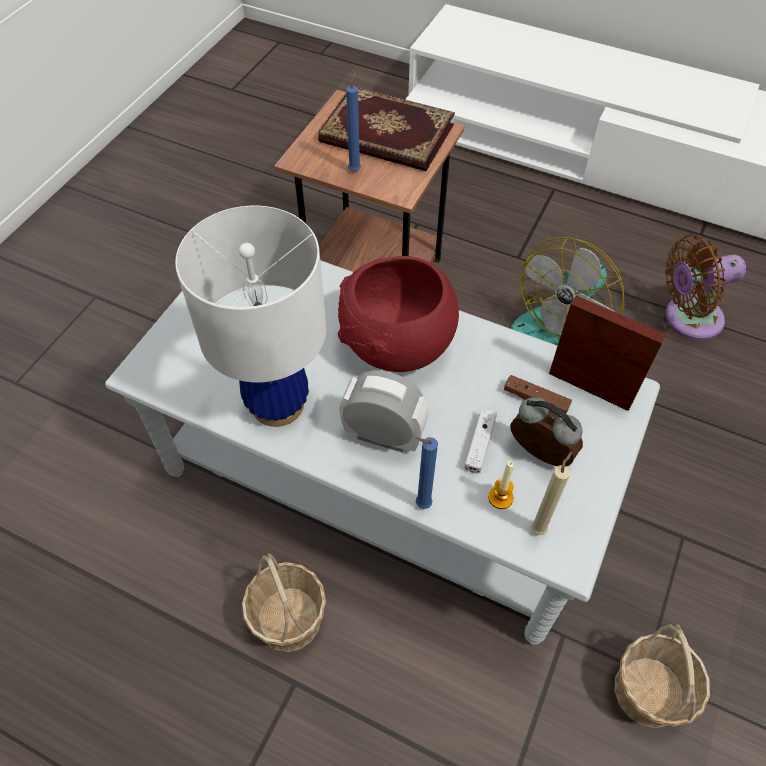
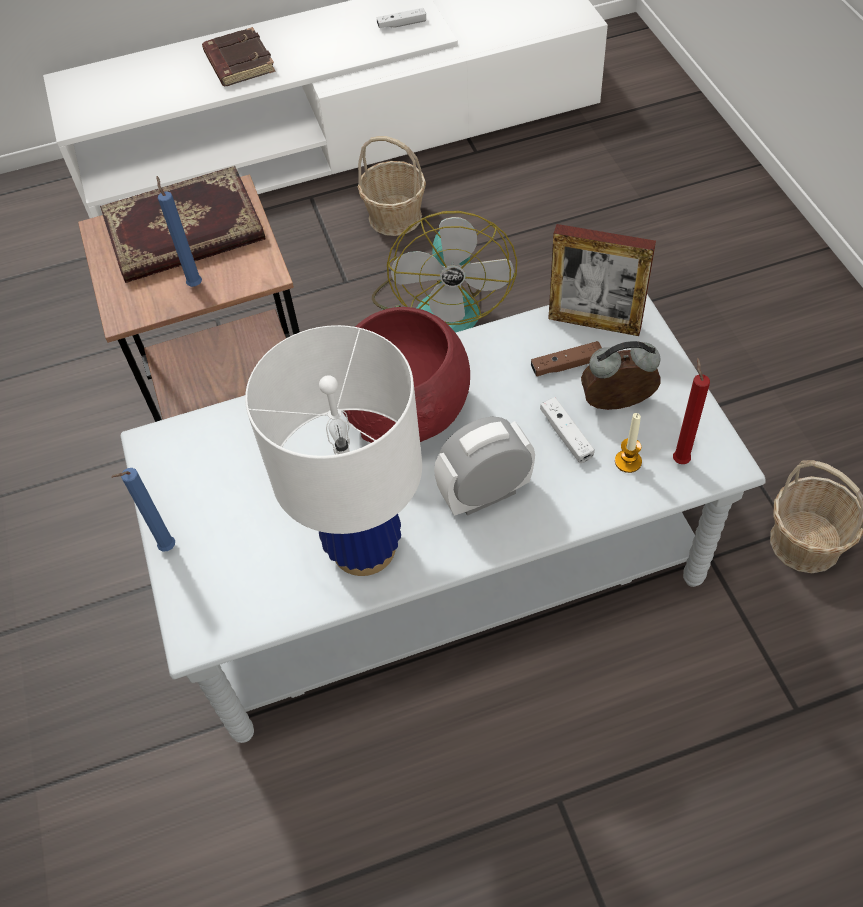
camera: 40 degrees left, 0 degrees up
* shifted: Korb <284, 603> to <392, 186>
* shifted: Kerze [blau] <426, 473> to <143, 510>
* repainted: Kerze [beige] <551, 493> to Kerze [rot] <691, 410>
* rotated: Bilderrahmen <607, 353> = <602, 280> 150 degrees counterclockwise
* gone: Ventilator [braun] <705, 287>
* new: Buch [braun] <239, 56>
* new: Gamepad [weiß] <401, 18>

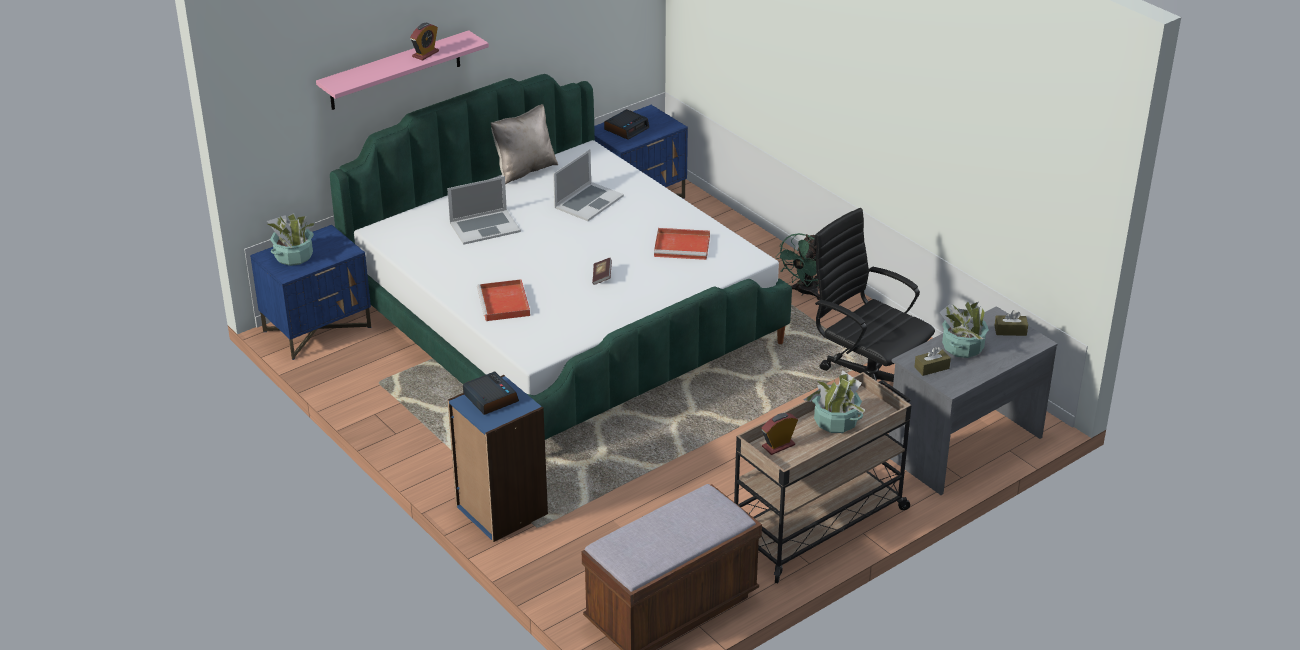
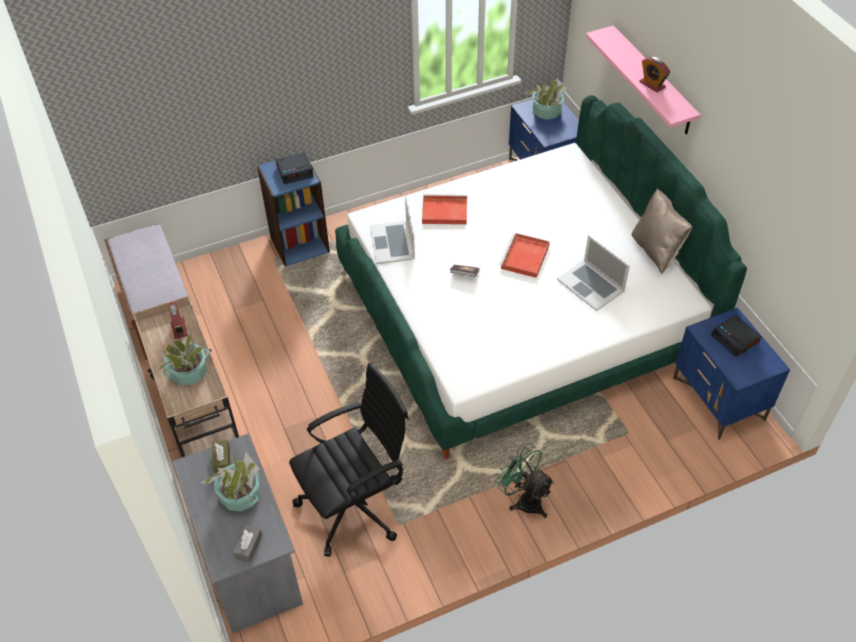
camera: 105 degrees right, 15 degrees up
* shifted: Laptop <484, 210> to <392, 230>
* shifted: Tablett [rot] <682, 244> to <525, 255>
* repainted: Taschentuchbox [braun] <1011, 323> to Taschentuchbox [grau] <247, 544>

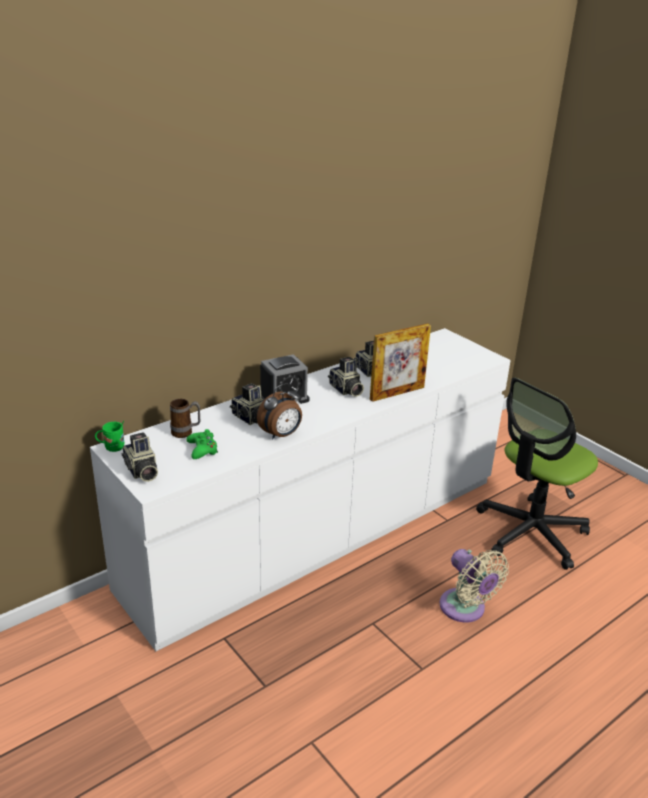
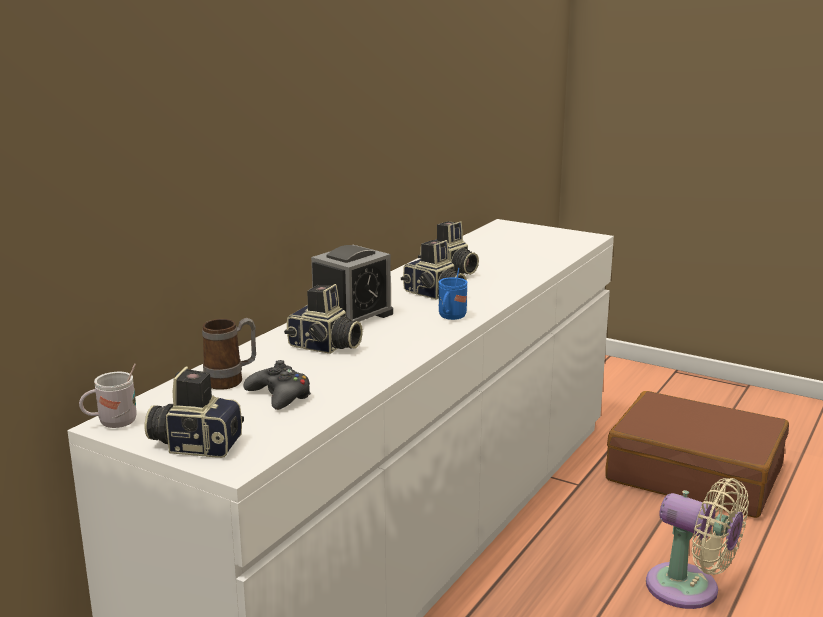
camera: 20 degrees left, 10 degrees down
* repainted: Henkelbecher [grün] <109, 436> to Henkelbecher [weiß] <108, 396>
* rotated: Kamera <140, 457> = <194, 412> 150 degrees clockwise
* repainted: Gamepad [grün] <202, 444> to Gamepad [schwarz] <277, 385>
* gone: Wecker <279, 411>
* gone: Bilderrahmen <400, 362>
* swapped: Bürostuhl <537, 473> to Koffer [braun] <697, 454>
* new: Henkelbecher [blau] <453, 294>

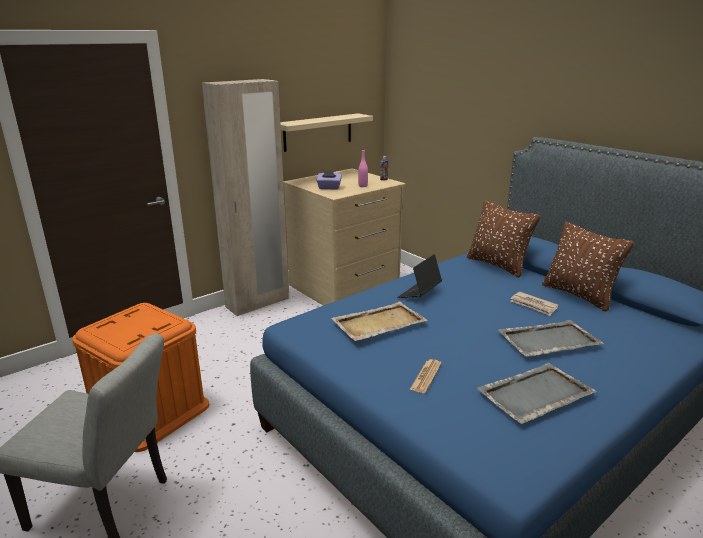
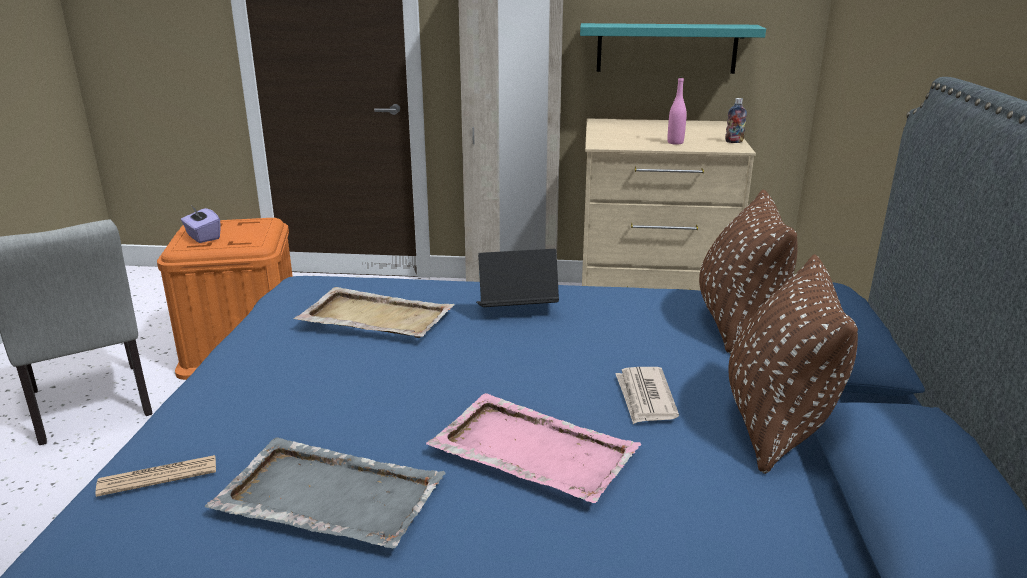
camera: 45 degrees right, 0 degrees up
* repainted: Wandregal [beige] <326, 132> to Wandregal [türkis] <673, 48>
* shifted: Taschentuchbox [lila] <329, 180> to <200, 224>
* shifted: Zeitung <426, 376> to <156, 476>
* repainted: Tablett [grau] <550, 338> to Tablett [rosa] <533, 448>

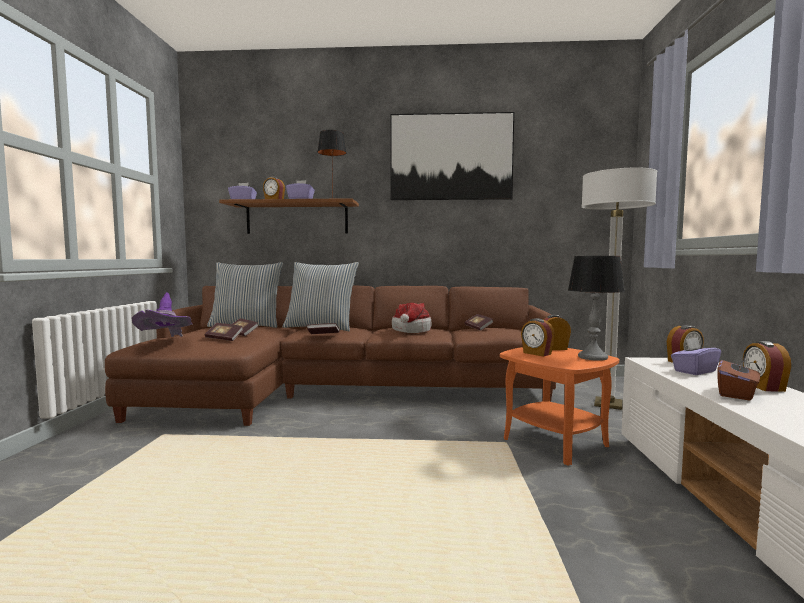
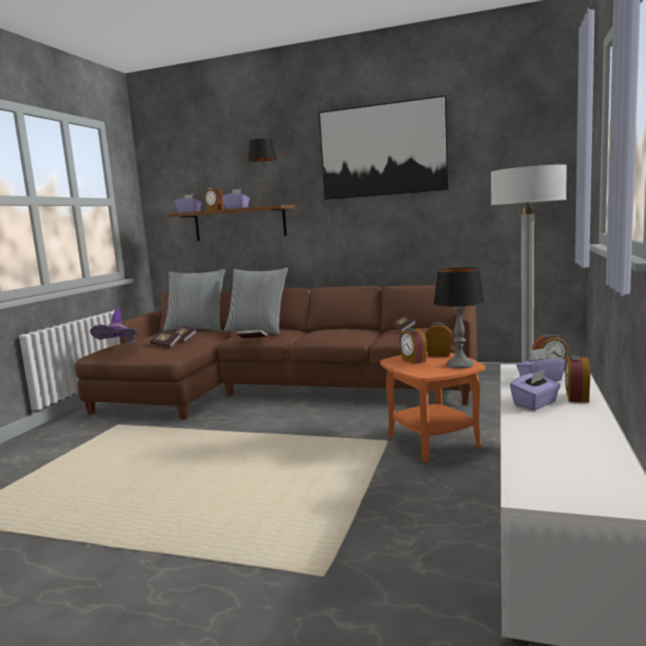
camera: 15 degrees right, 5 degrees up
* gone: Hut <412, 318>
* repainted: Taschentuchbox [braun] <738, 378> to Taschentuchbox [lila] <535, 389>

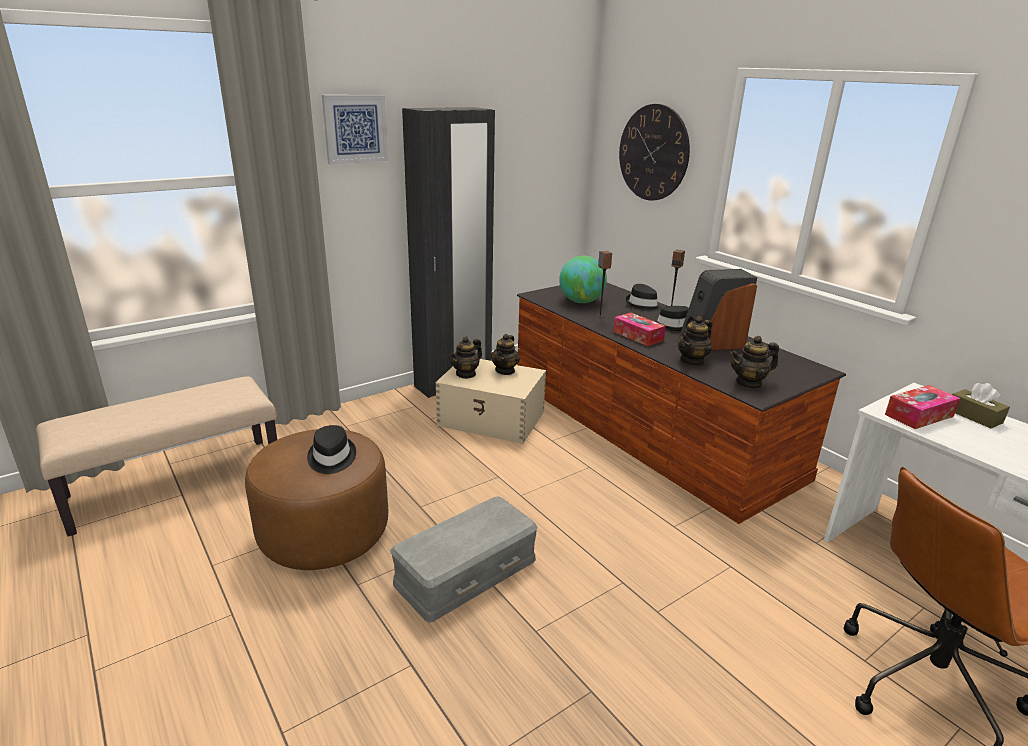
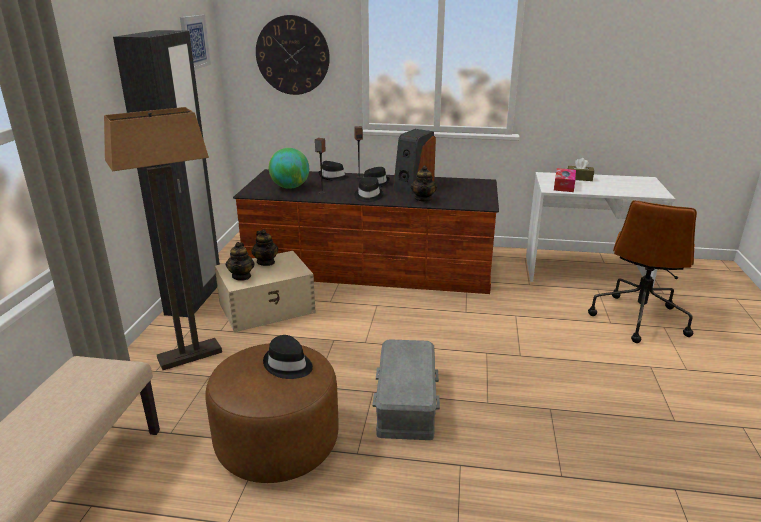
camera: 45 degrees left, 0 degrees up
* shifted: Bild <355, 129> to <195, 42>
* swapped: Taschentuchbox <639, 329> to Hut [schwarz] <368, 189>
* gone: Teekanne <754, 362>
* new: Stehlampe <163, 238>

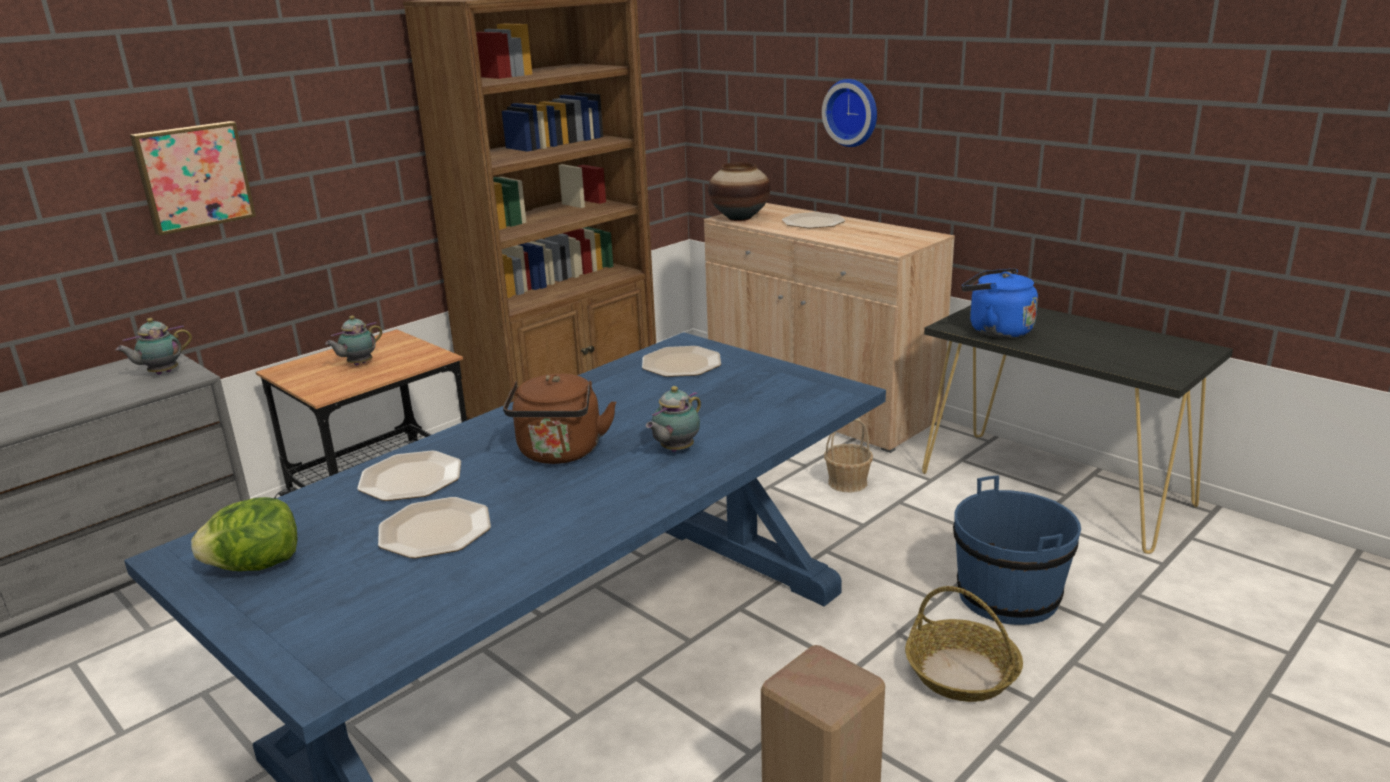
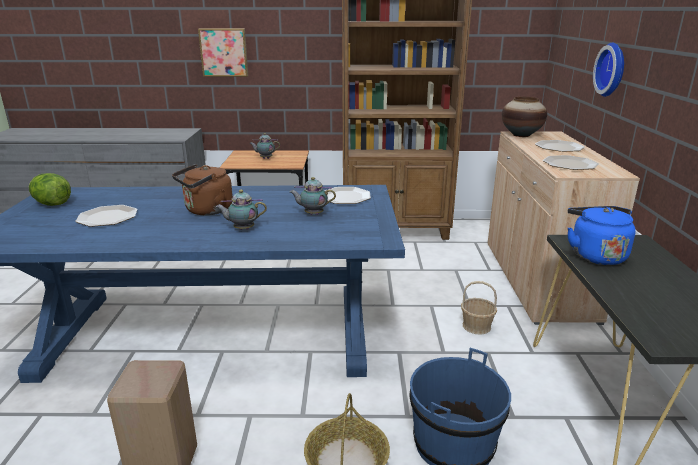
camera: 45 degrees right, 0 degrees up
* shifted: Teekanne <154, 346> to <313, 196>
* shifted: Teller <409, 476> to <571, 162>

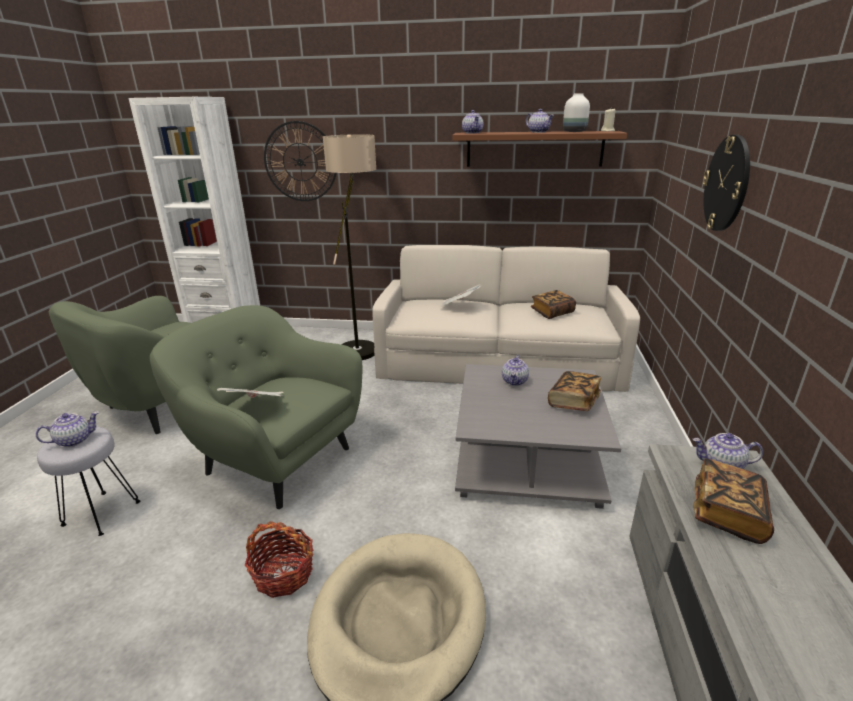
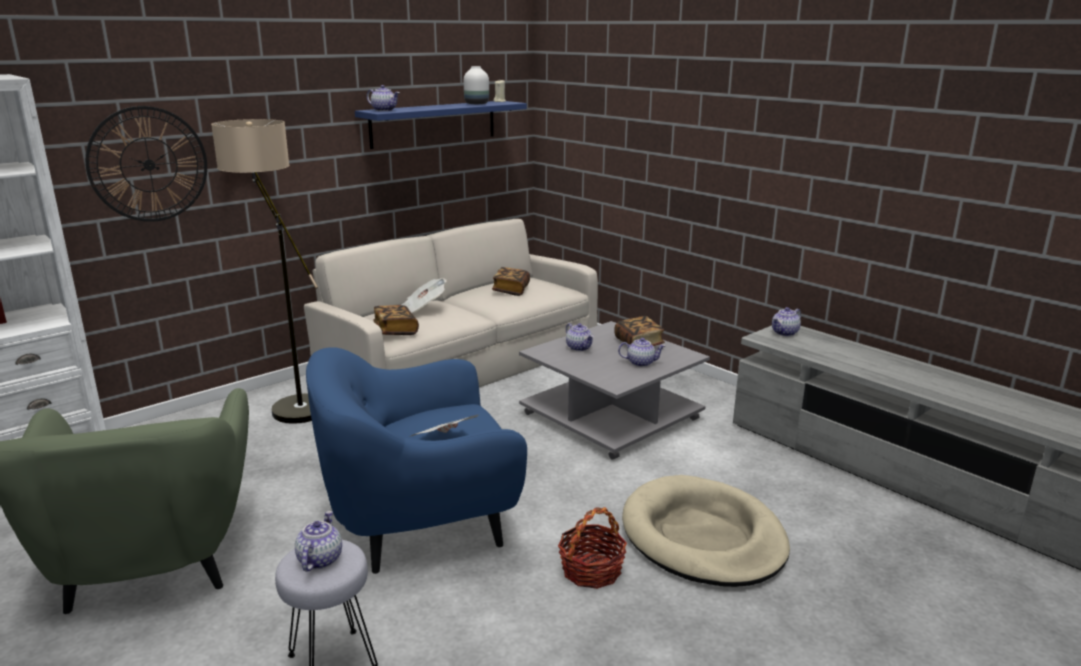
camera: 50 degrees left, 5 degrees down
* repainted: Sessel [grün] <256, 407> to Sessel [blau] <416, 460>
* repainted: Wandregal [braun] <539, 149> to Wandregal [blau] <441, 125>
* shifted: Teekanne <540, 121> to <642, 352>
* shifted: Buch <733, 501> to <396, 320>
* gone: Wanduhr <726, 183>

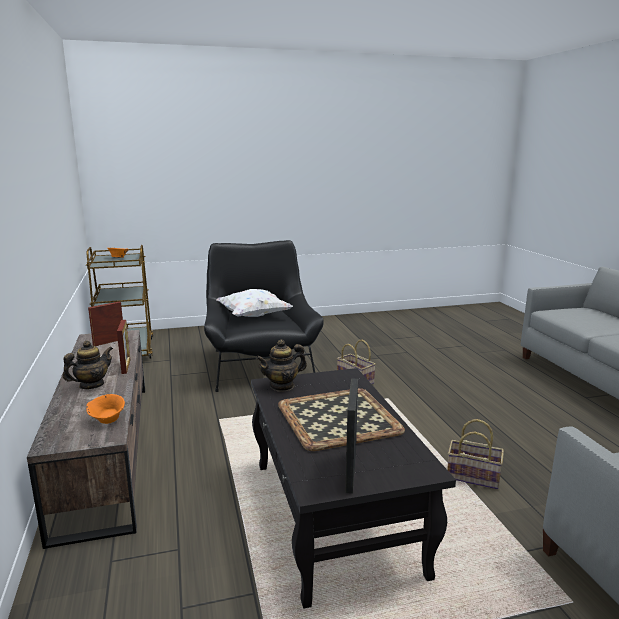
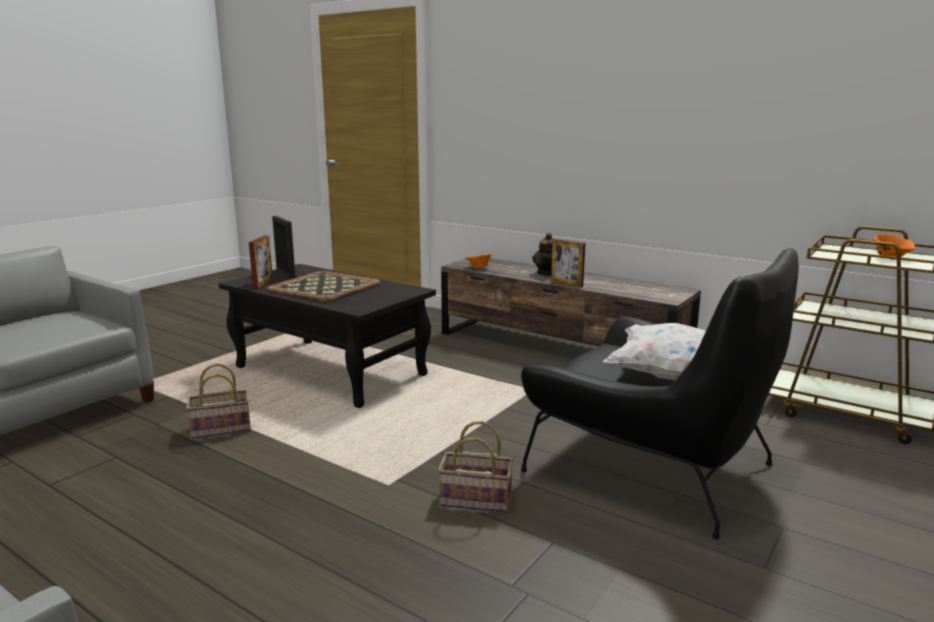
camera: 140 degrees right, 0 degrees up
* shifted: Bilderrahmen <105, 324> to <261, 262>
* gone: Teekanne <281, 365>

